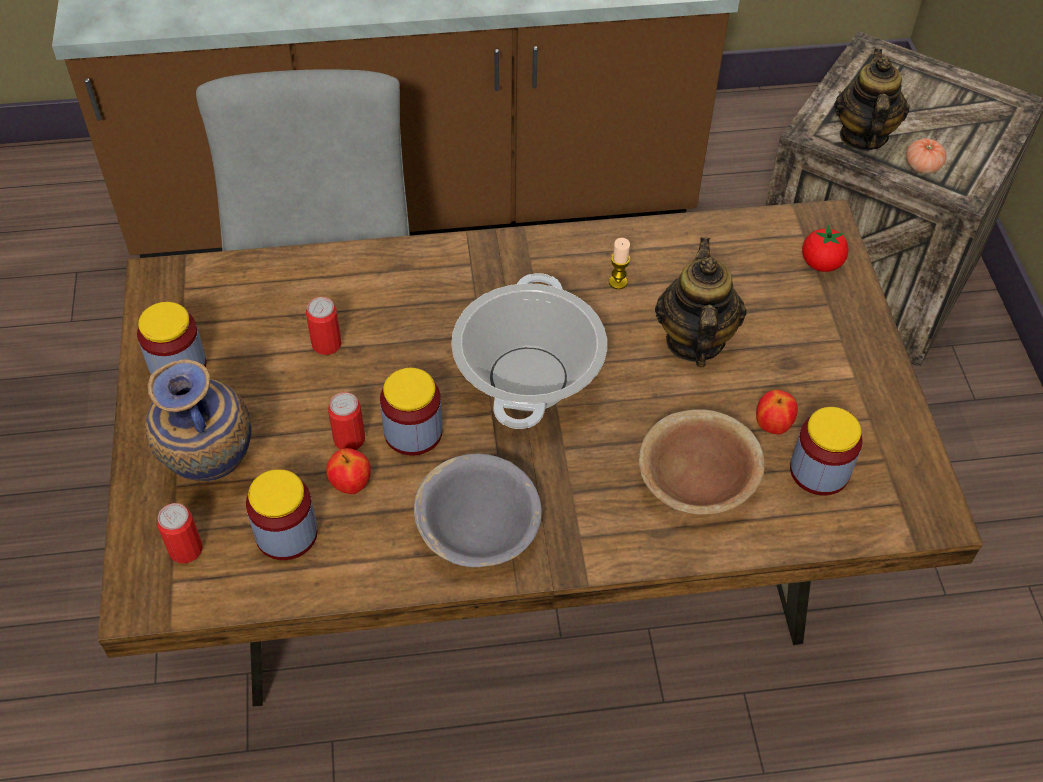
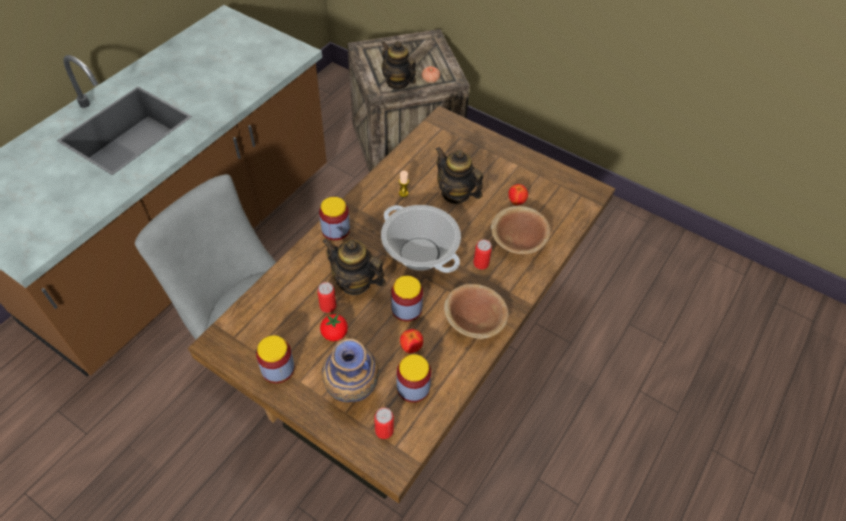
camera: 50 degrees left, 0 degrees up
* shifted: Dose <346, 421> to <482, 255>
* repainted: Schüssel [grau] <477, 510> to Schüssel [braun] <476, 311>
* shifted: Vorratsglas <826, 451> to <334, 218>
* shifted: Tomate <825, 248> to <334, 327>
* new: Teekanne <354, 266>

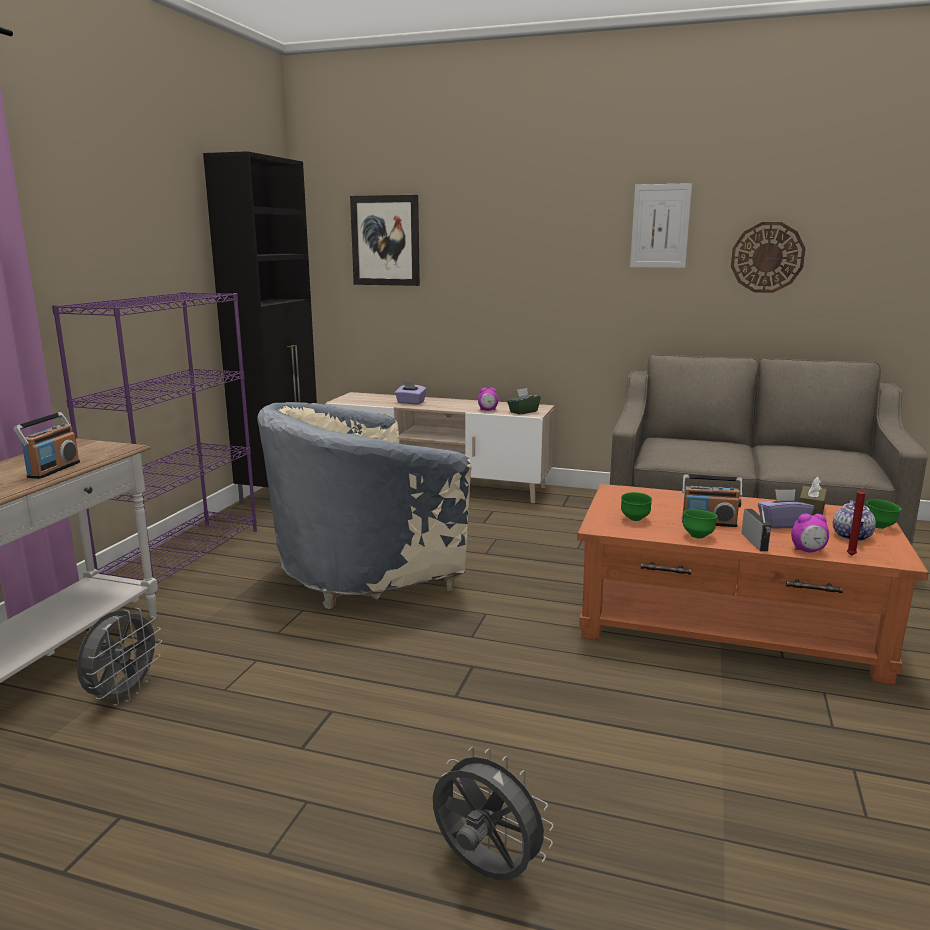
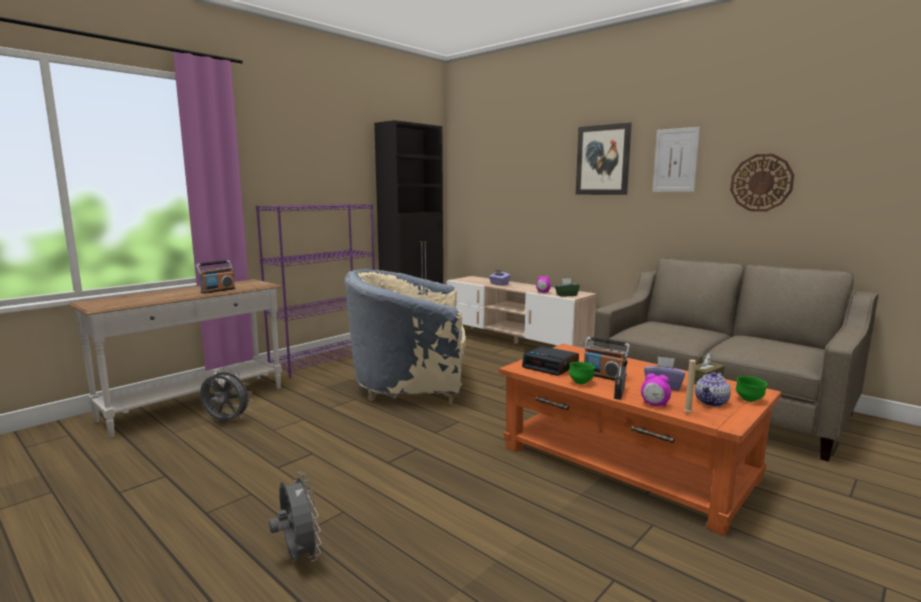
camera: 25 degrees right, 5 degrees down
* rotated: Ventilator [grau] <119, 657> = <226, 394> 120 degrees counterclockwise
* shifted: Bild <385, 240> to <604, 158>
* swapped: Schüssel [grün] <636, 506> to Wecker <550, 361>
* repainted: Kerze [rot] <857, 520> to Kerze [beige] <692, 384>

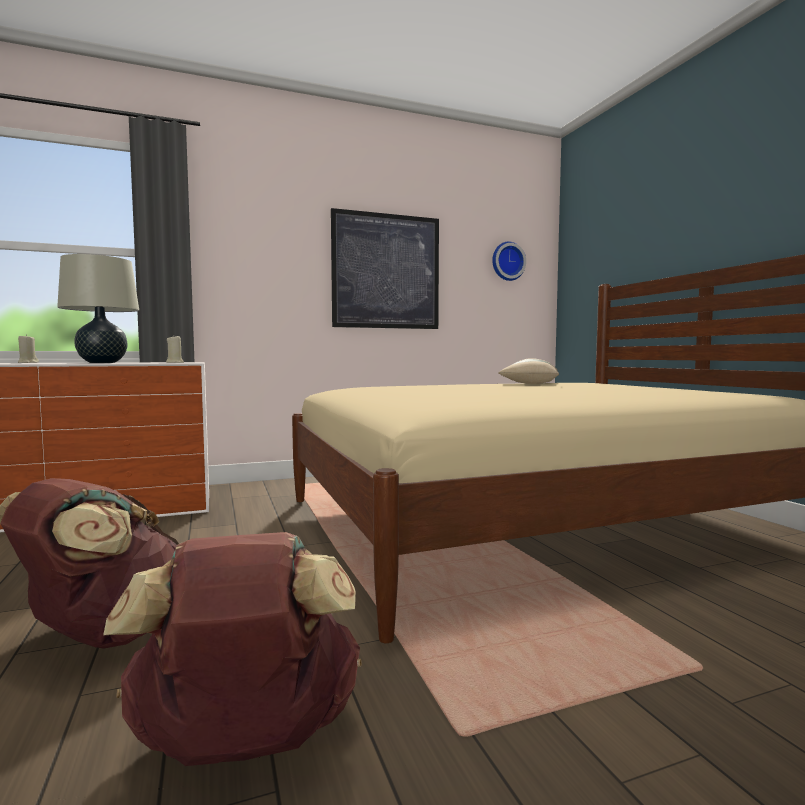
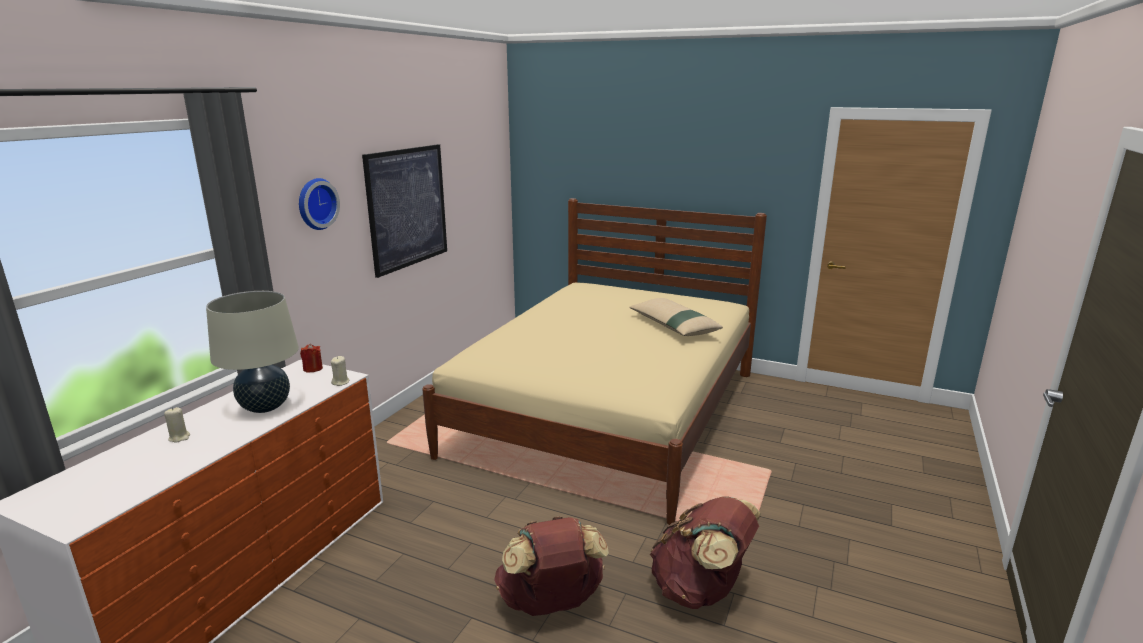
camera: 45 degrees left, 15 degrees up
* shifted: Wanduhr <509, 261> to <319, 204>
* shifted: Kissen [beige] <528, 371> to <676, 317>
* new: Kerze [rot] <311, 358>

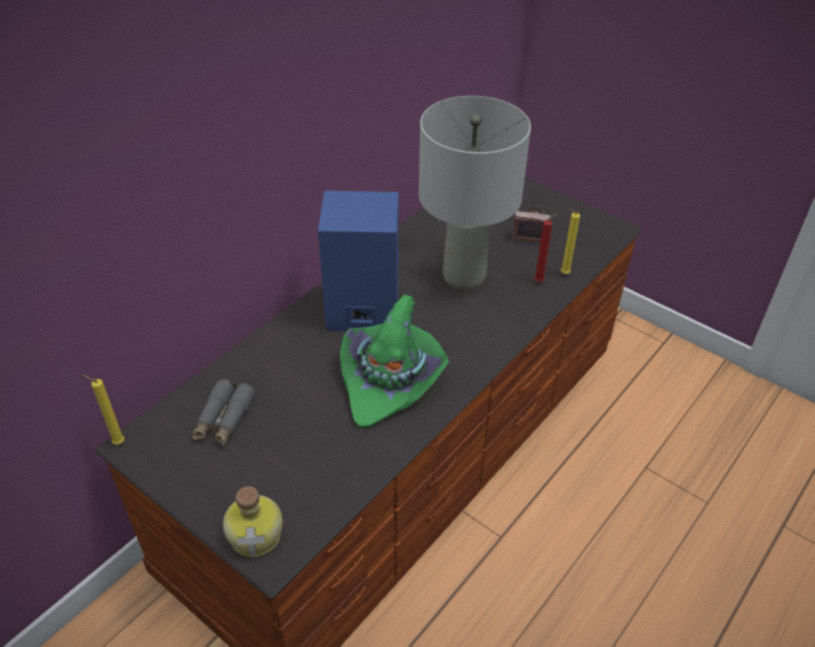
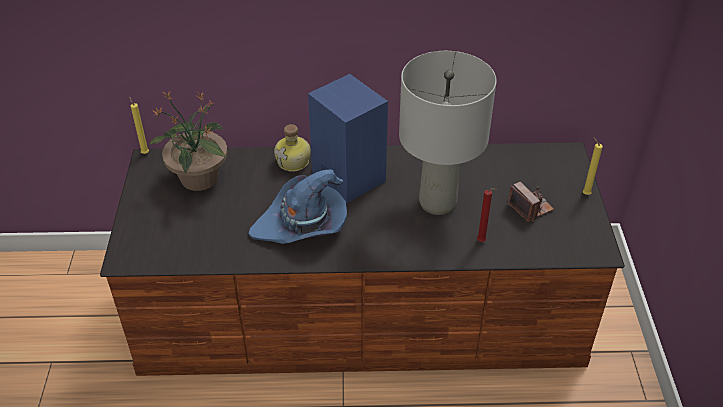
camera: 50 degrees right, 0 degrees up
* swapped: Fernglas [grau] <224, 412> to Topfpflanze <188, 141>
* shifted: Flasche <253, 521> to <292, 148>
* repainted: Hut [grün] <394, 361> to Hut [blau] <298, 206>
* shifted: Kerze [gelb] <570, 241> to <593, 166>

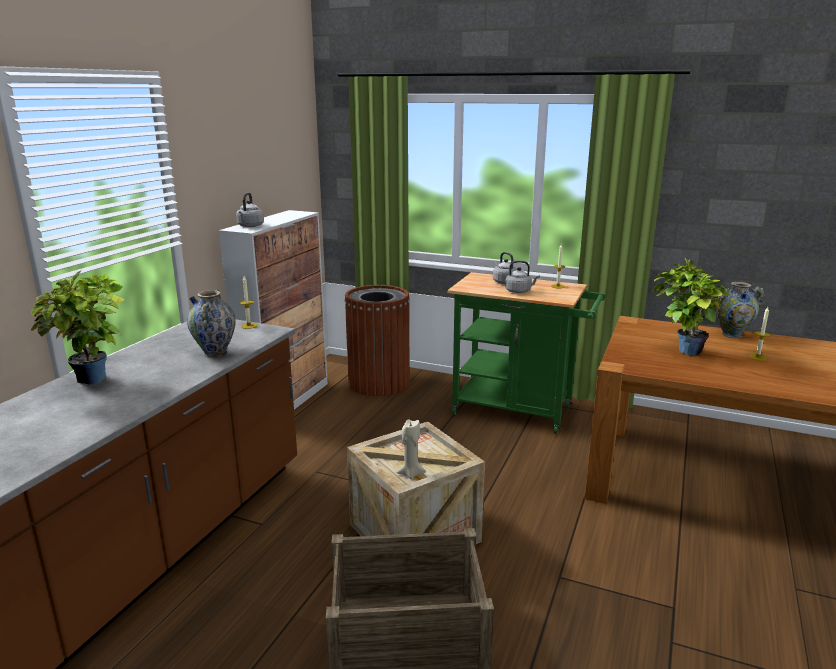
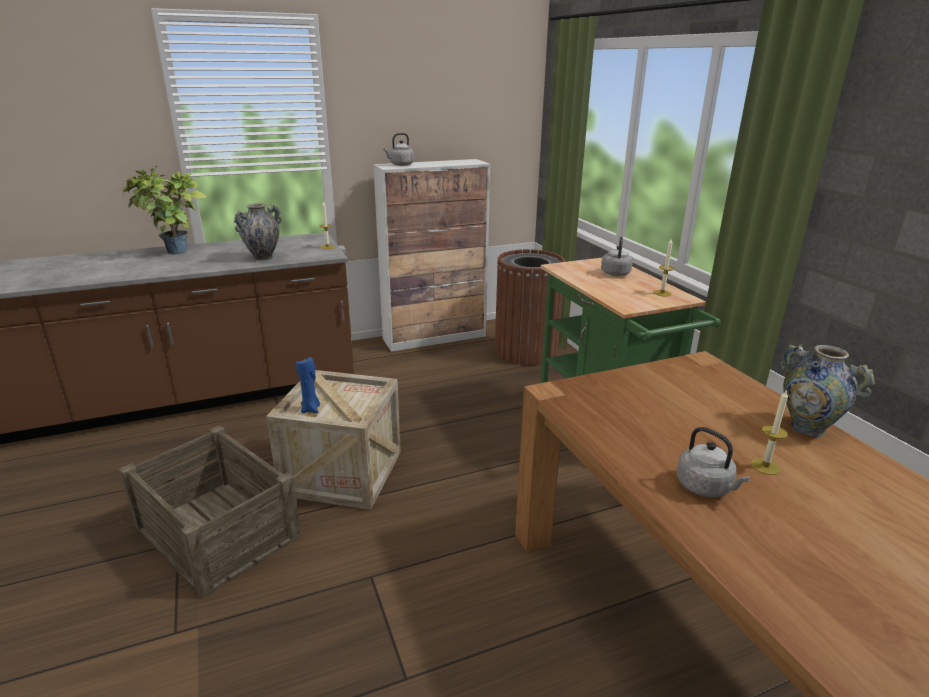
camera: 45 degrees right, 5 degrees up
* repainted: Kerze [beige] <411, 449> to Kerze [blau] <308, 385>
* shifted: Wasserkessel [grau] <522, 277> to <713, 462>
* gone: Topfpflanze <691, 307>

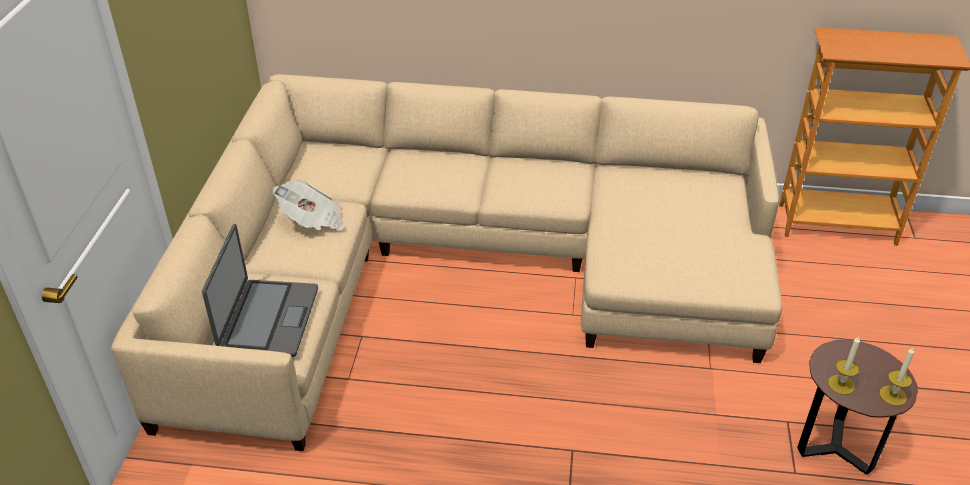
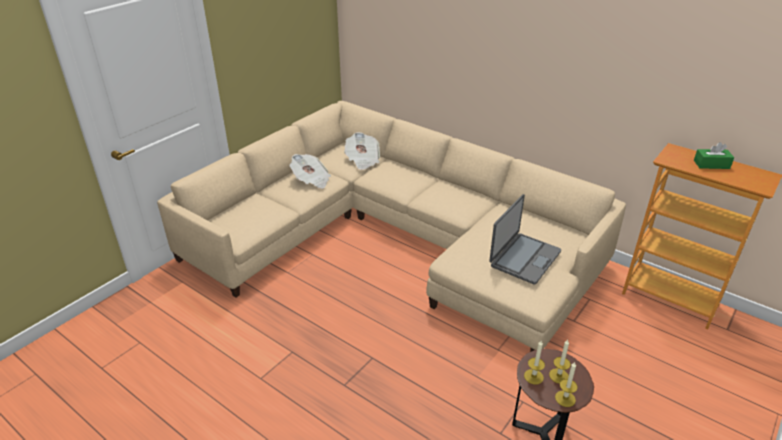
camera: 30 degrees right, 5 degrees down
* shifted: Laptop <260, 290> to <525, 239>
* new: Zeitung <362, 151>
* new: Kerze <560, 362>
* new: Taschentuchbox [grün] <714, 155>

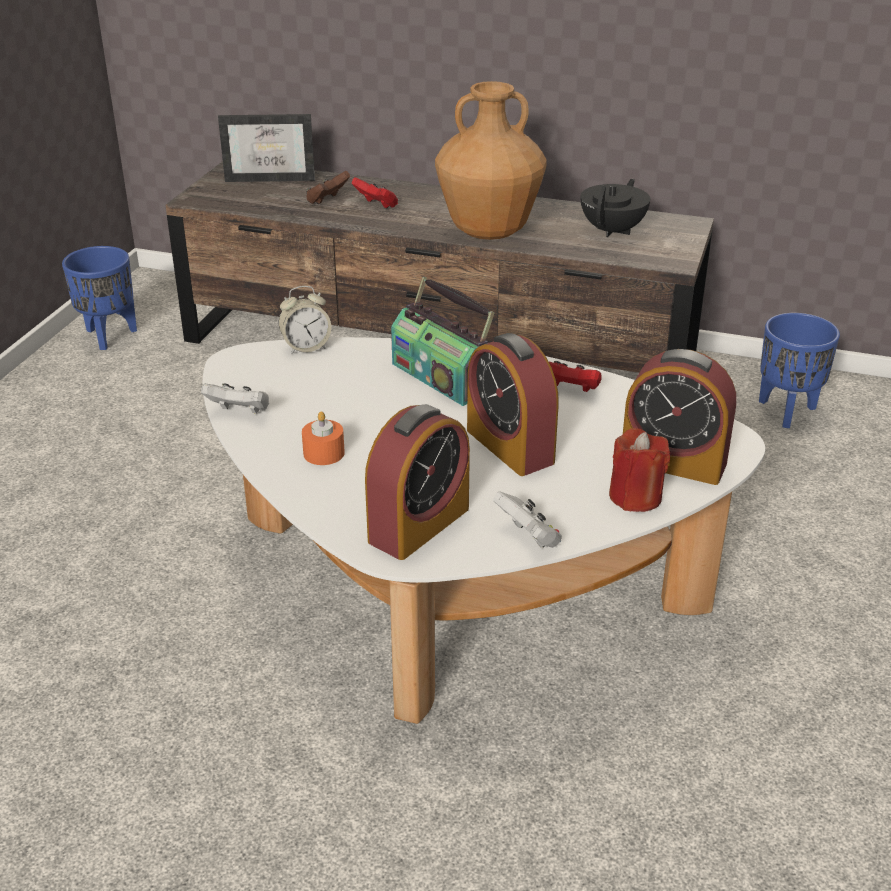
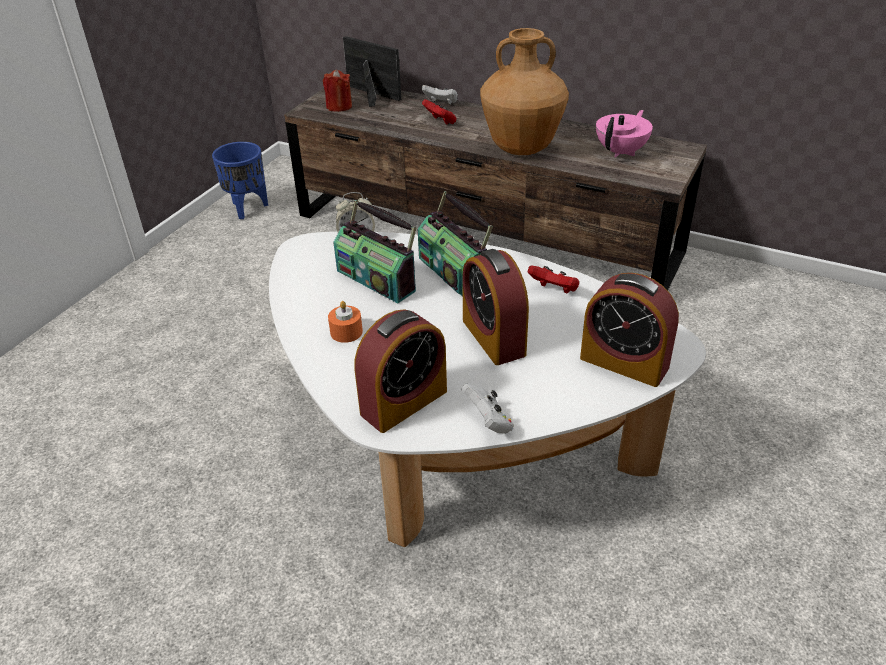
camera: 10 degrees right, 5 degrees up
* shifted: Gamepad [weiß] <235, 398> to <440, 94>
* rotated: Bilderrahmen <266, 148> = <372, 71> 150 degrees counterclockwise
* gone: Gamepad [braun] <328, 187>
* repainted: Teekanne [schwarz] <615, 208> to Teekanne [rosa] <624, 133>
* shifted: Kerze [rot] <639, 470> to <337, 90>
* gone: Pflanzkübel [blau] <799, 370>
* new: Radio <374, 251>

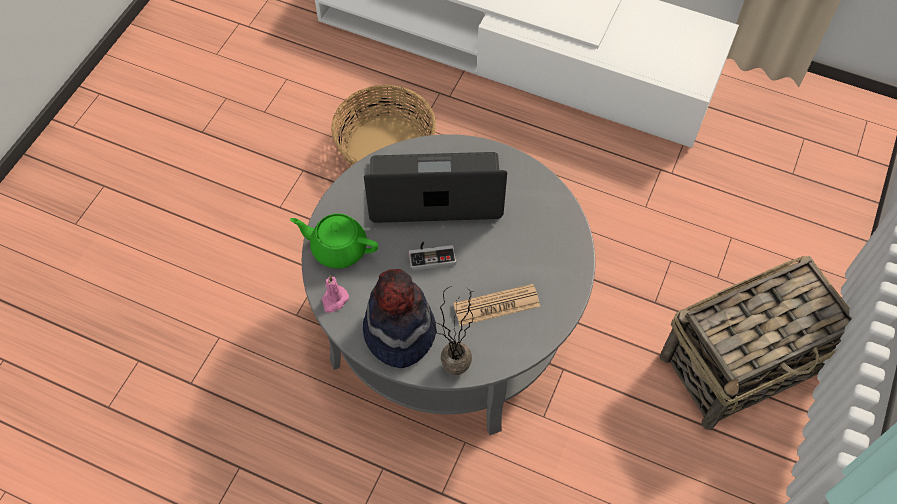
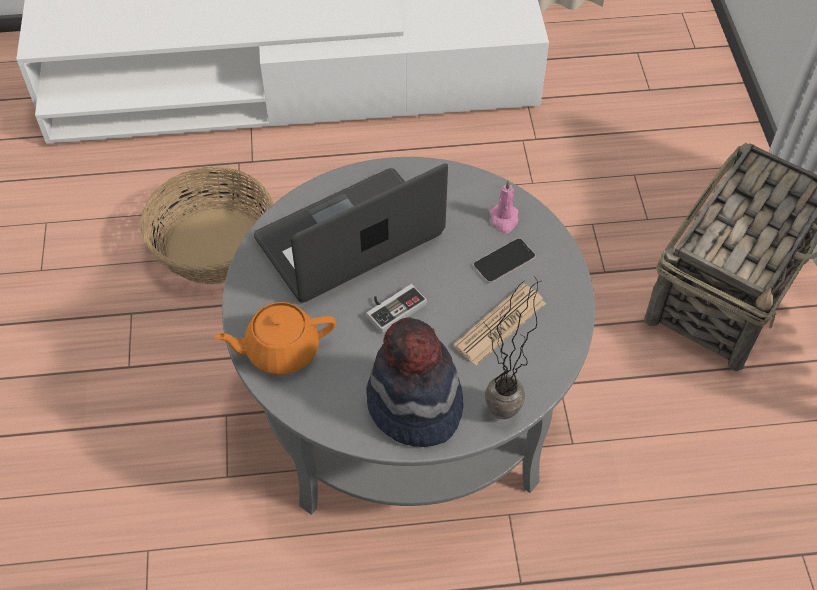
camera: 30 degrees left, 5 degrees down
* repainted: Teekanne [grün] <334, 241> to Teekanne [orange] <275, 338>
* shifted: Kerze [rosa] <335, 294> to <503, 206>
* new: Handy <504, 260>

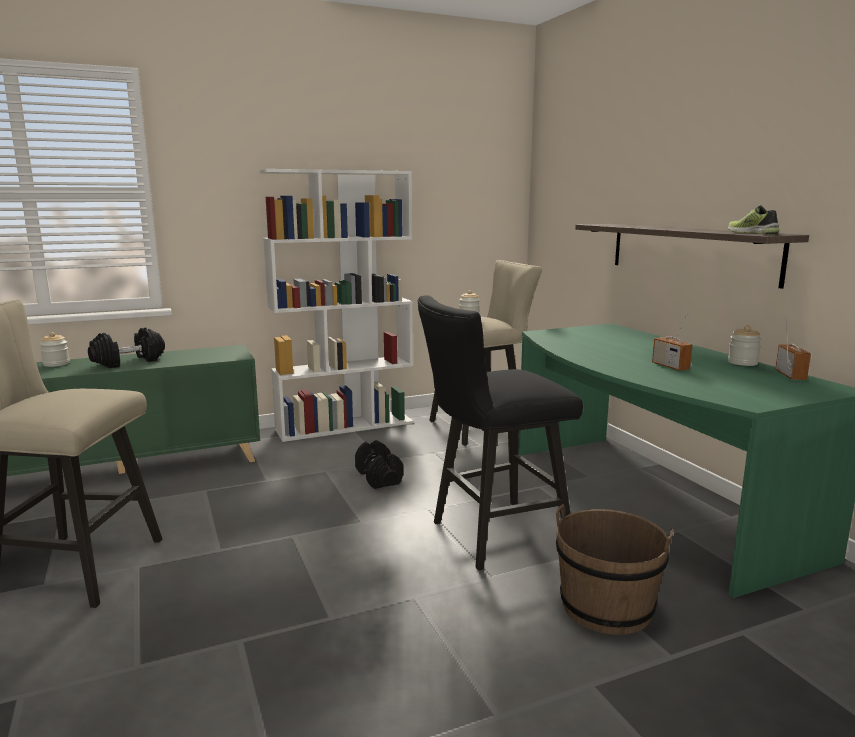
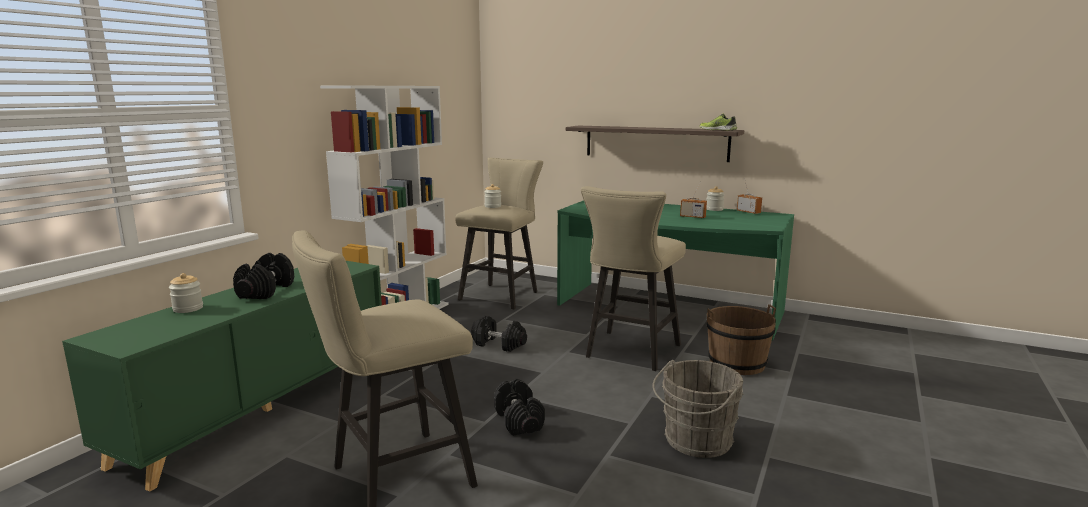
camera: 40 degrees left, 0 degrees up
* repainted: Hocker [schwarz] <500, 432> to Hocker [beige] <633, 278>
* new: Hantel [schwarz] <519, 407>
* new: Eimer [grau] <698, 409>

